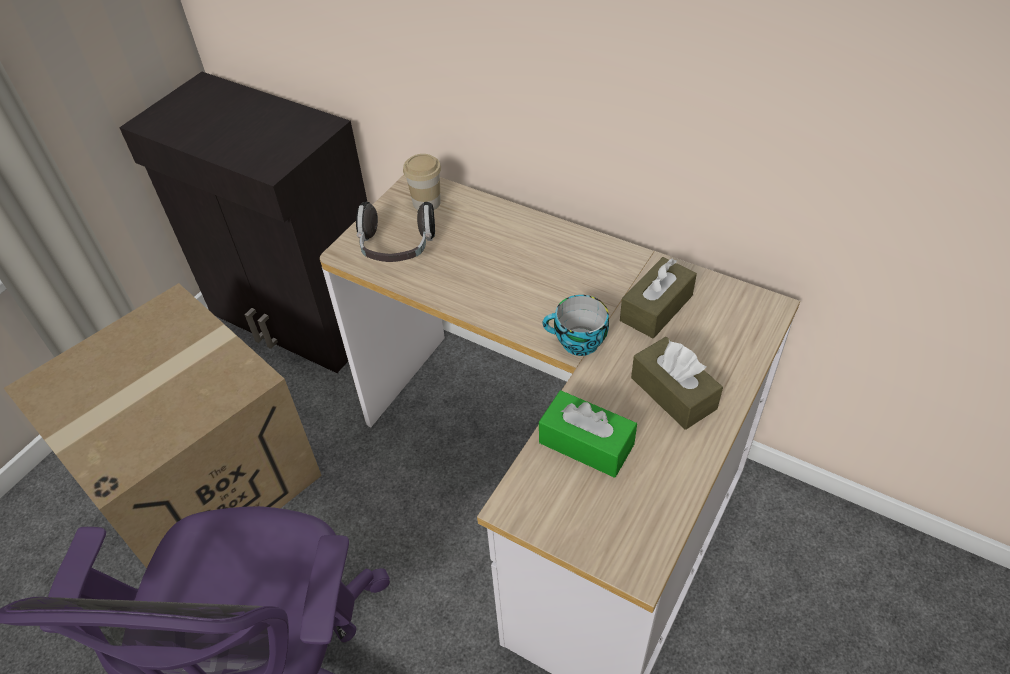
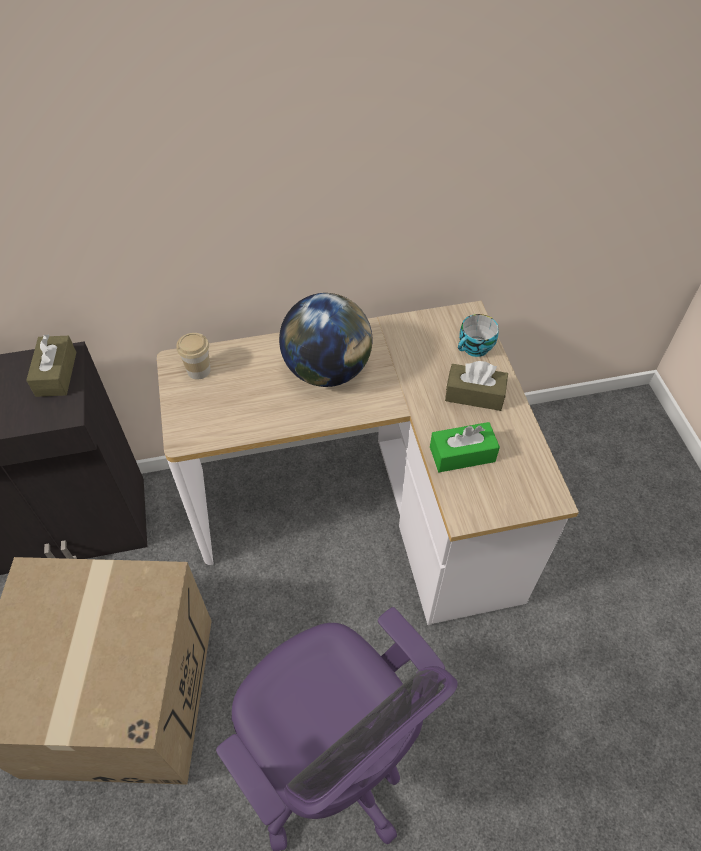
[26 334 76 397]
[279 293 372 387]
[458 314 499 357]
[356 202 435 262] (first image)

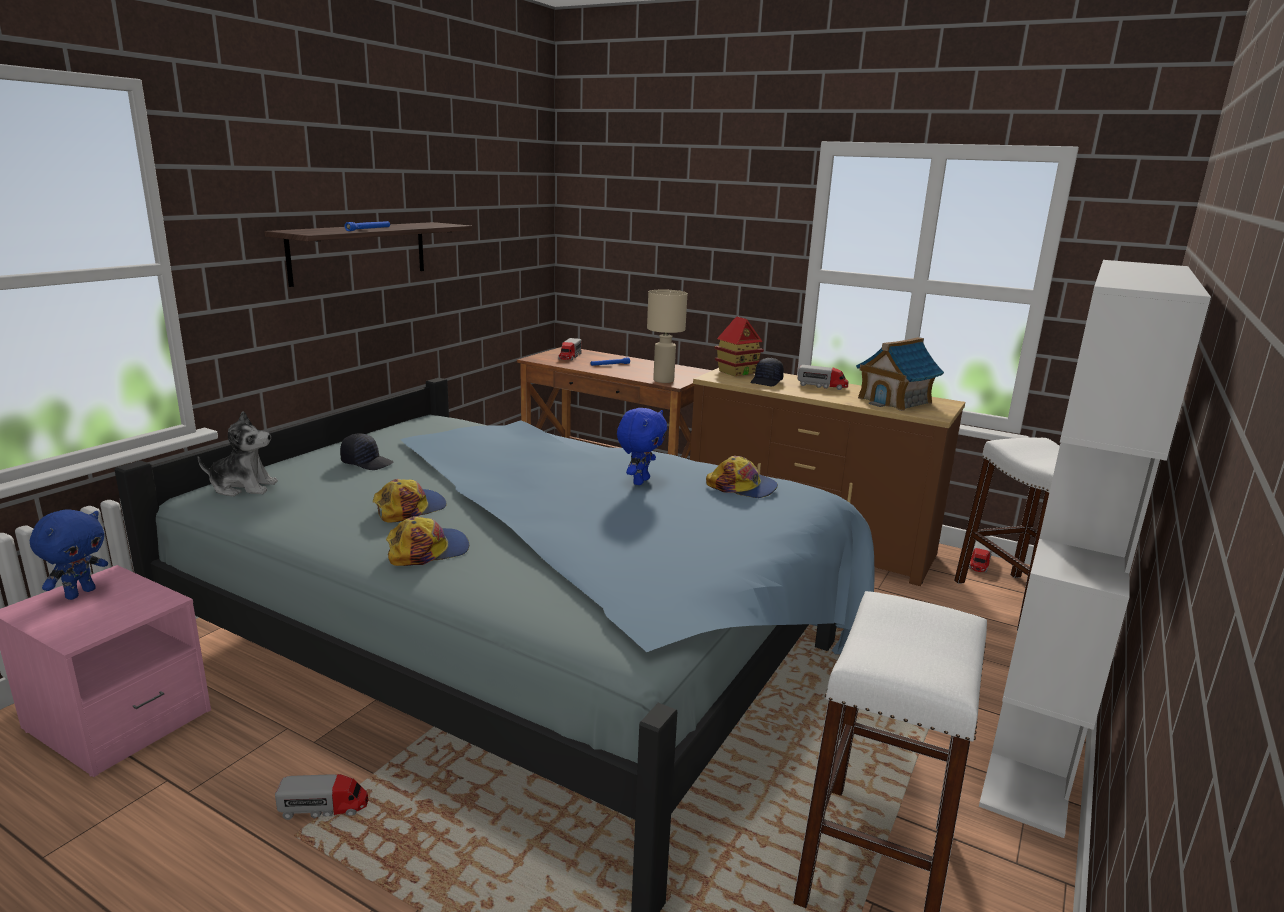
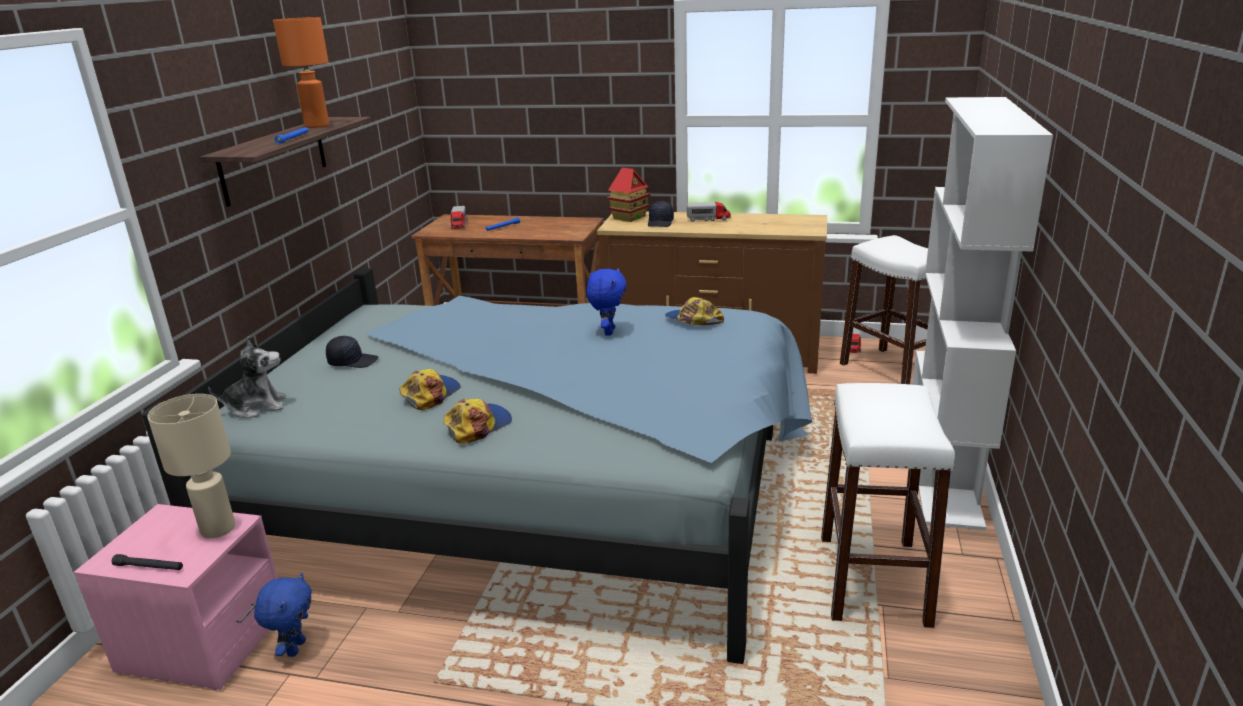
[112 554 183 570]
[147 394 235 538]
[254 573 312 657]
[273 17 329 128]
[665 297 724 325]
[275 774 368 820] (first image)
[856 337 944 411] (first image)

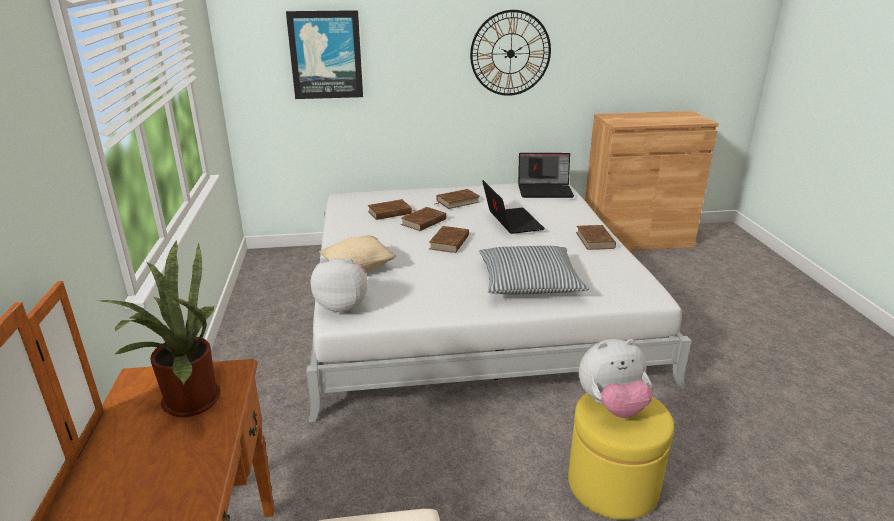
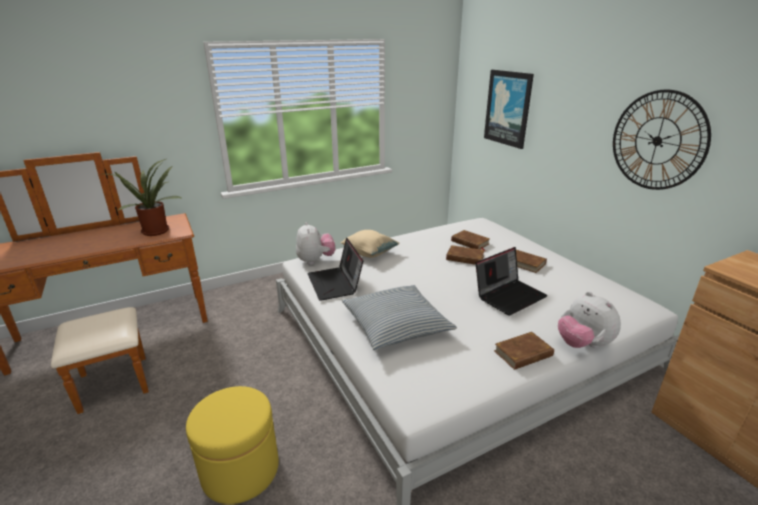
[307 238 363 301]
[558 292 621 348]
[429 226 469 253] (first image)

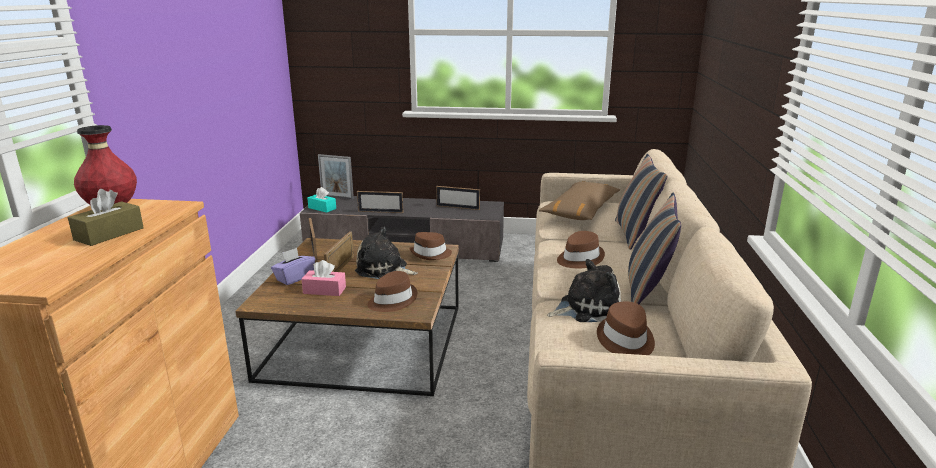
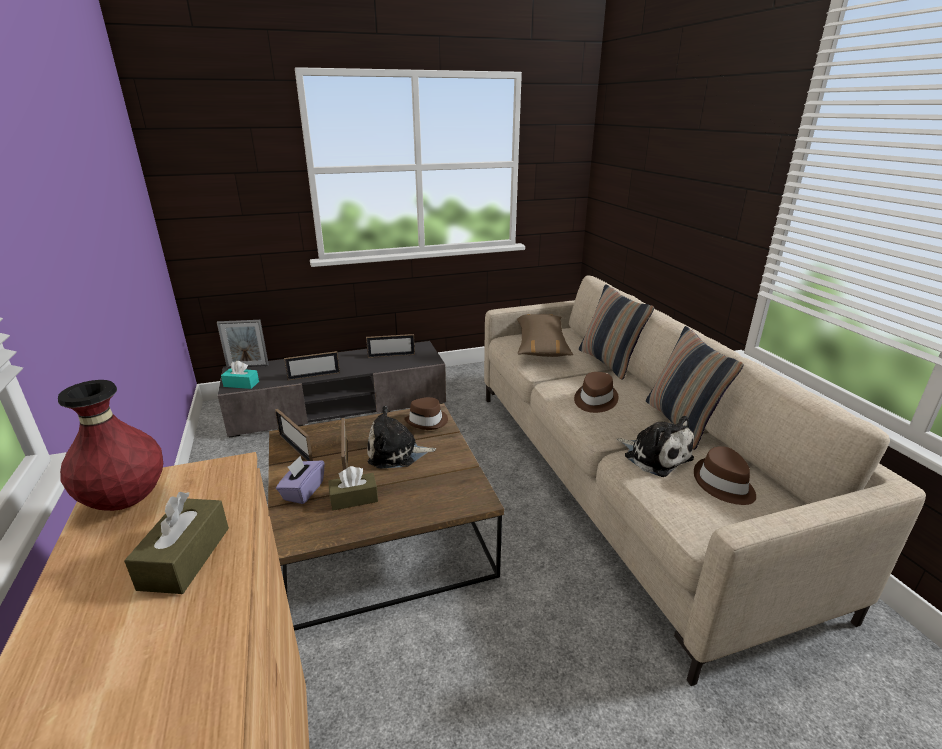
[328 466 378 511]
[616 416 694 477]
[368 271 417 312] (first image)

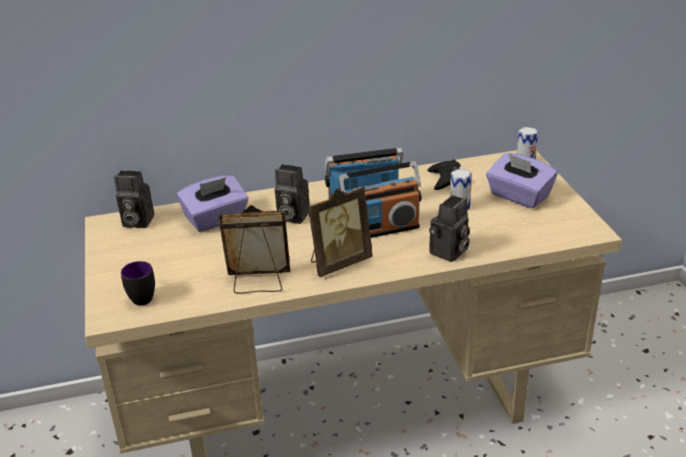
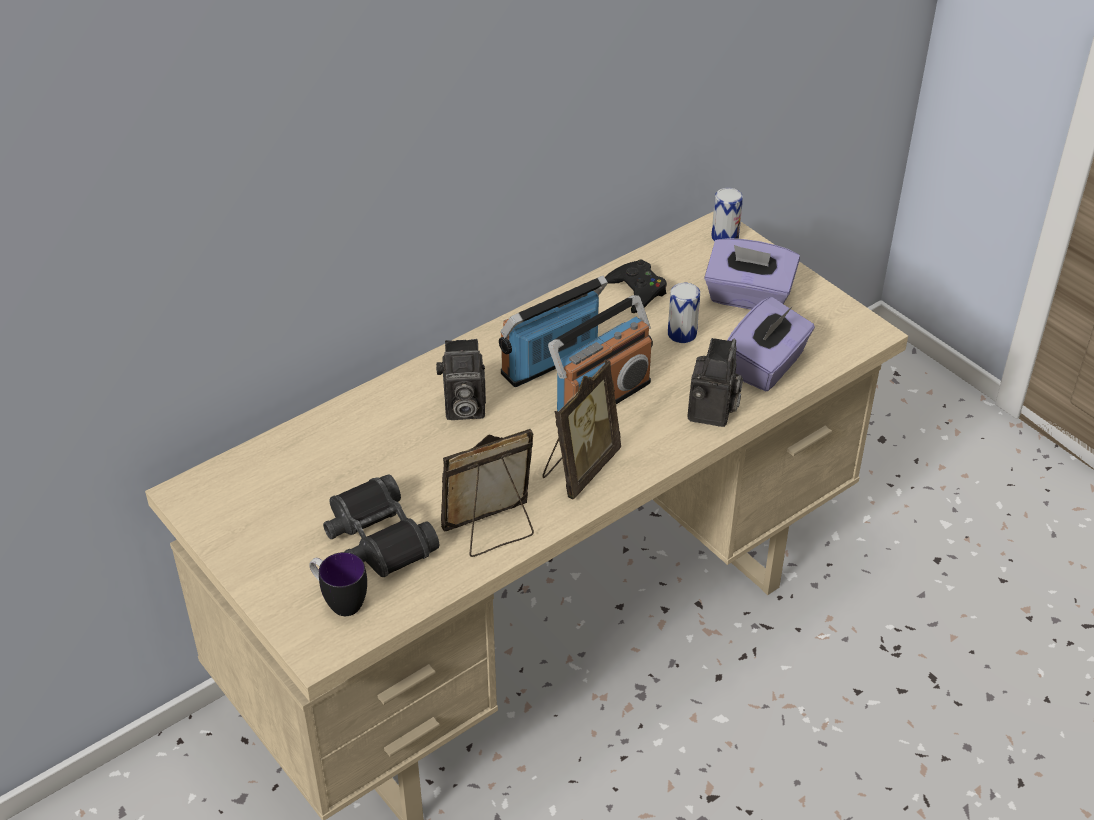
[323 474 439 577]
[727 297 815 391]
[114 171 154 228] (first image)

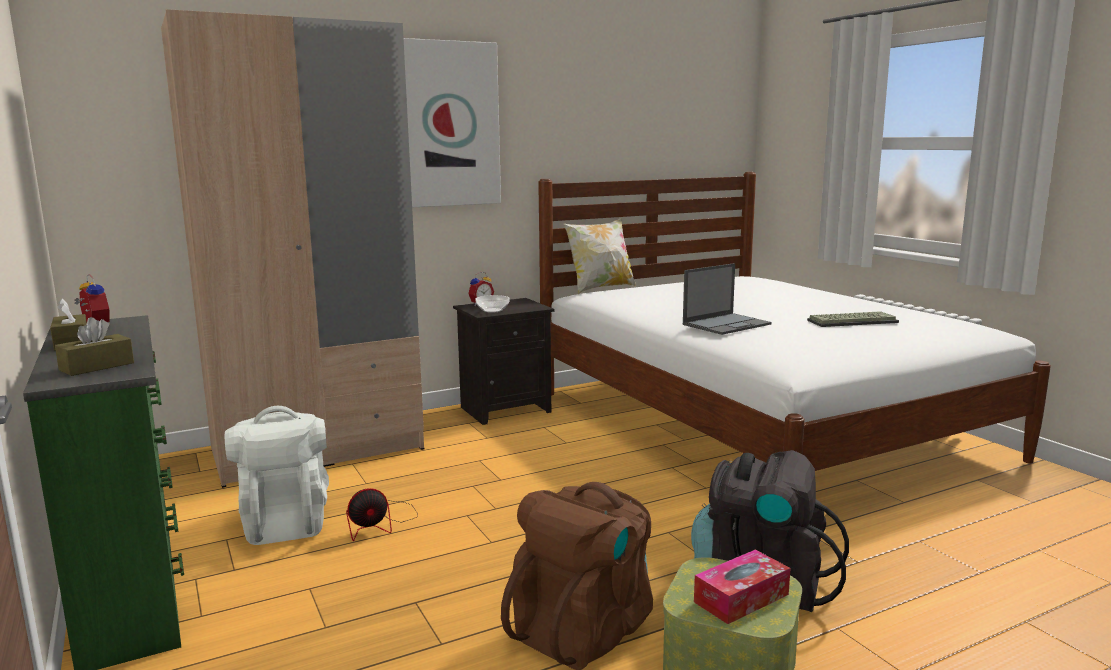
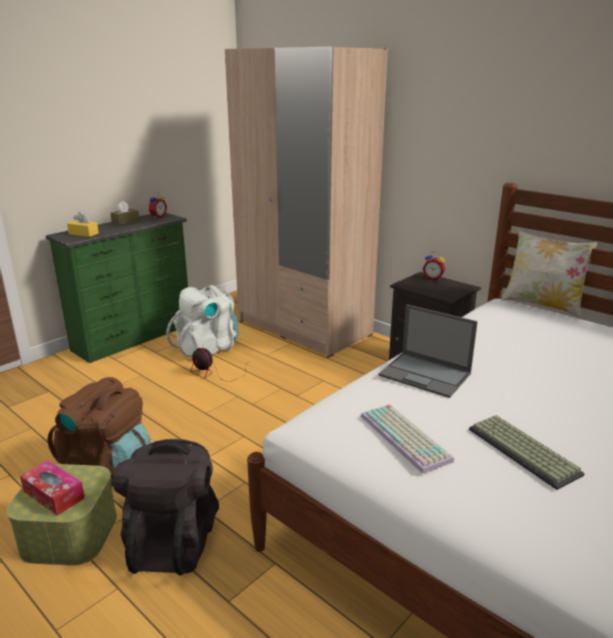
[67 212 99 237]
[361 404 454 474]
[404 38 501 207] (first image)
[475 295 510 313] (first image)

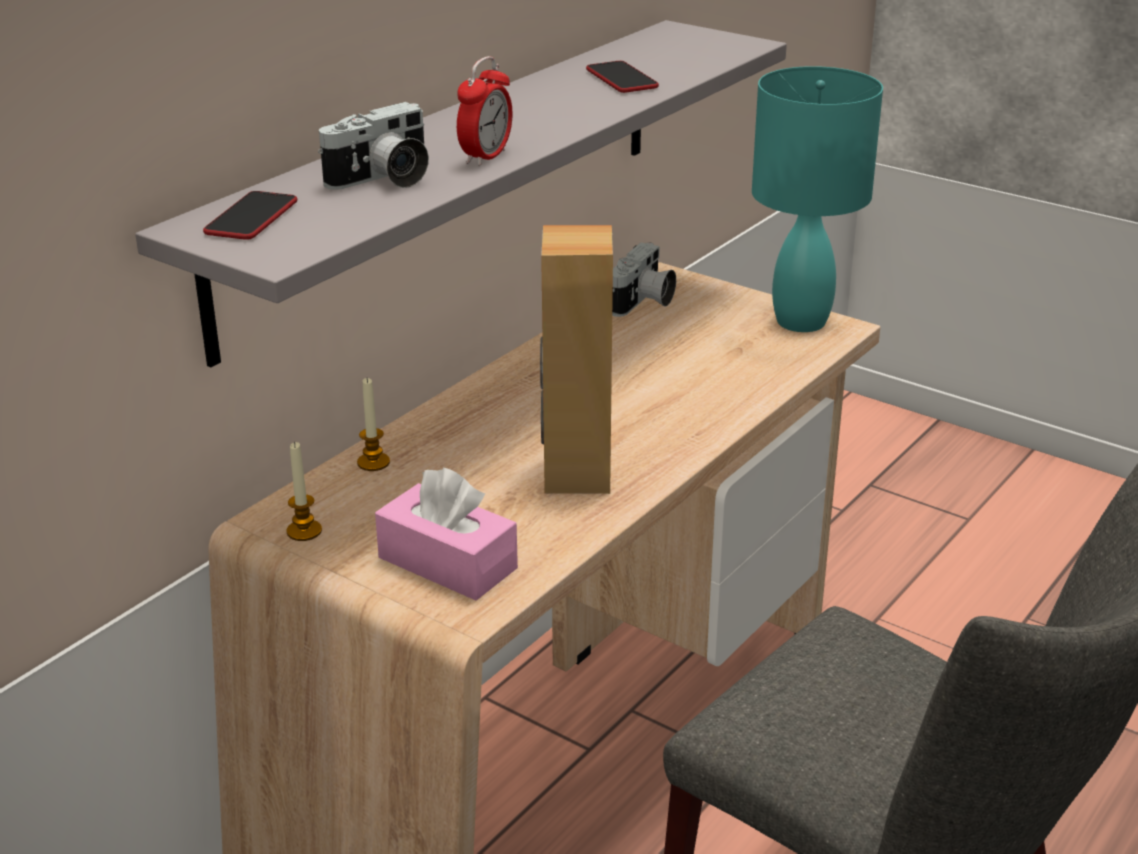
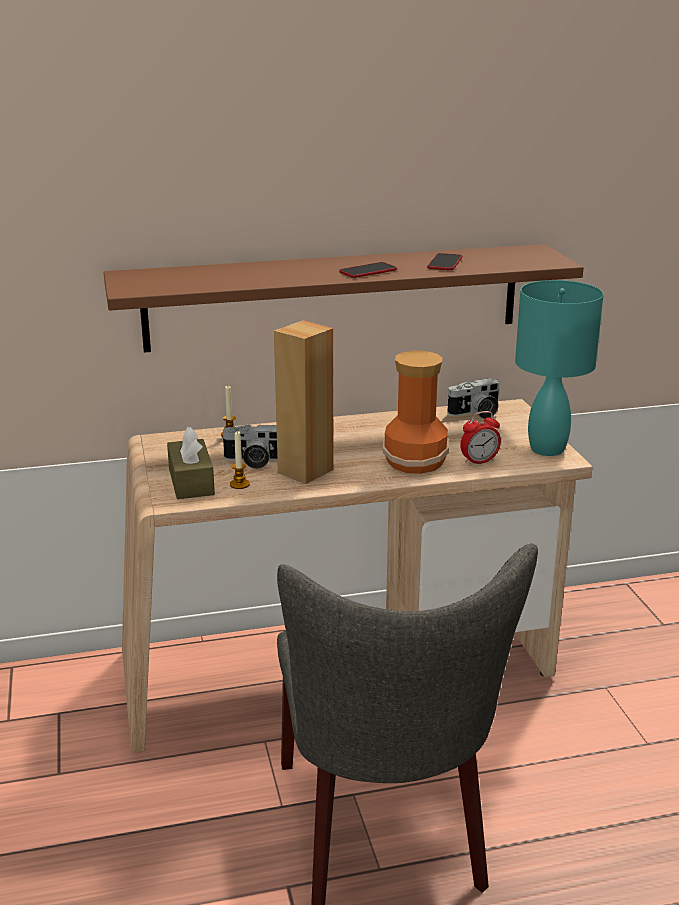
[104 244 584 353]
[167 427 215 499]
[221 425 277 469]
[230 431 250 489]
[339 262 397 278]
[383 351 449 474]
[460 411 501 466]

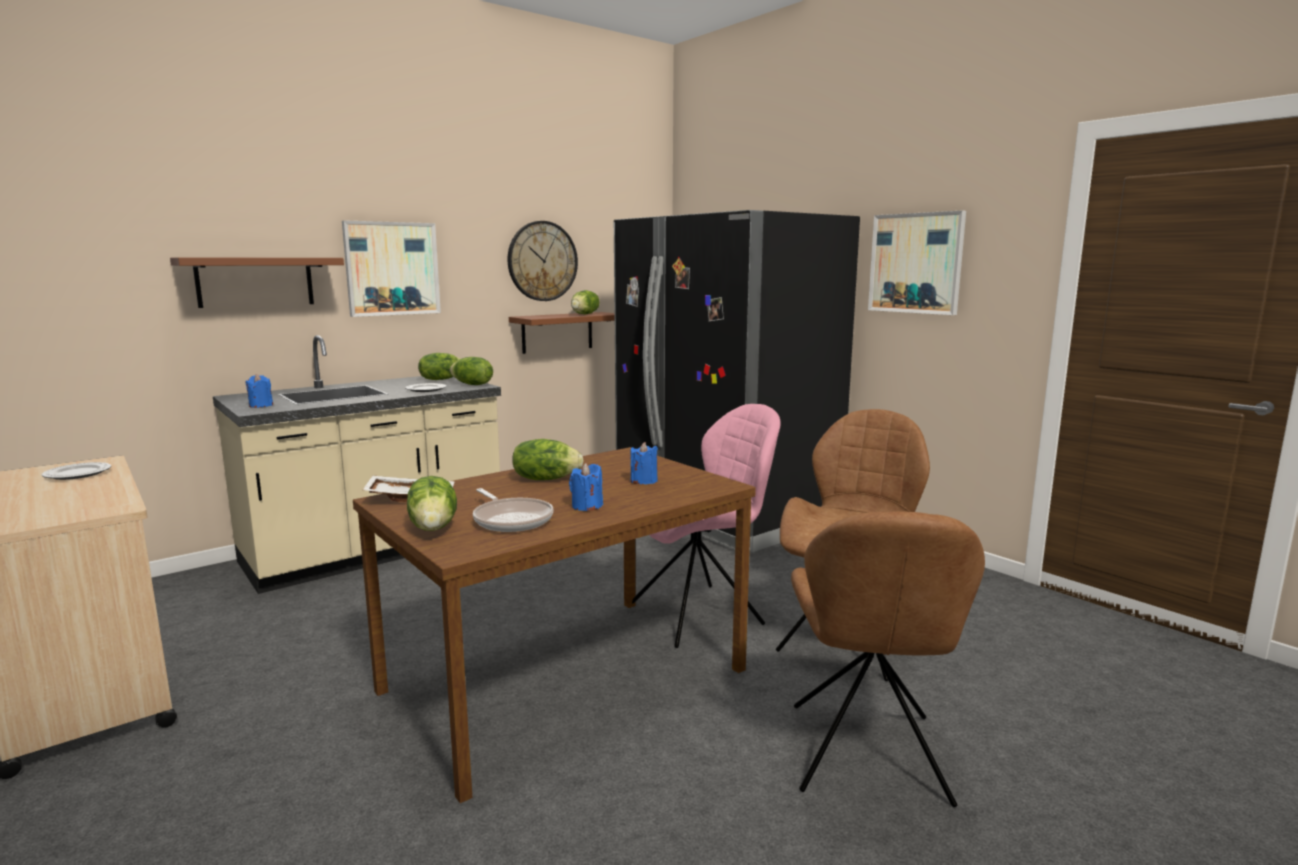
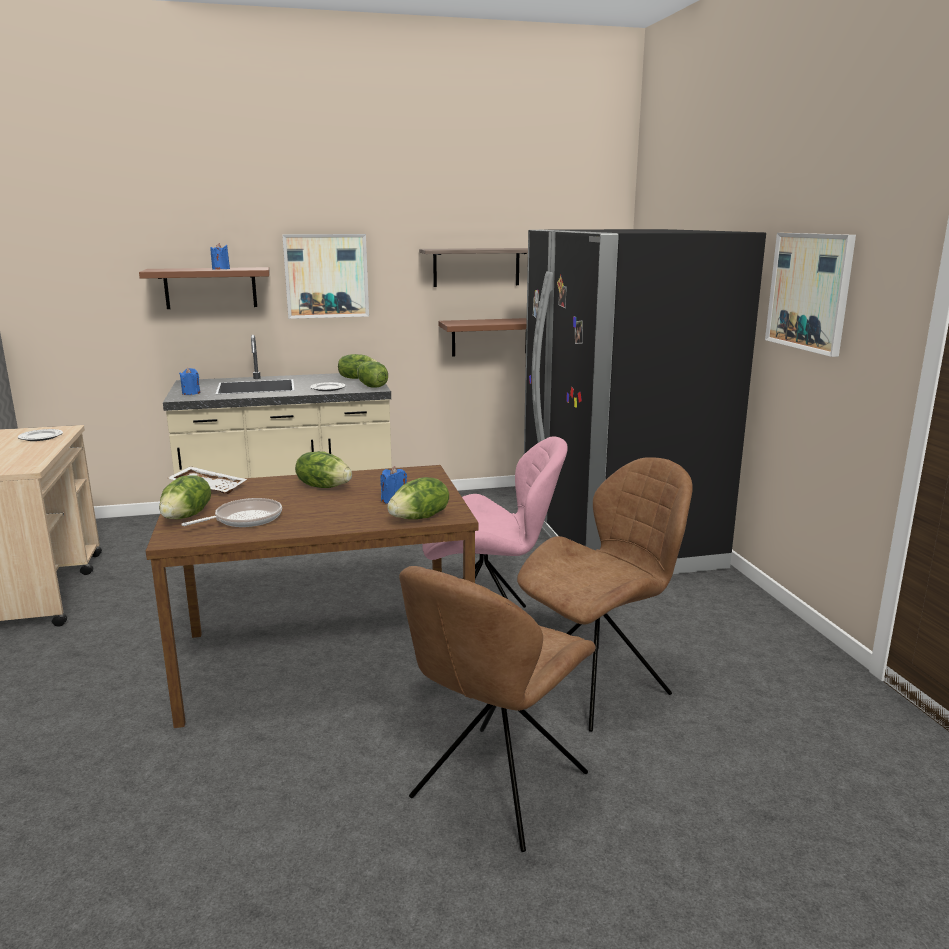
[181 498 282 527]
[210 243 230 269]
[387 477 449 519]
[419 248 528 287]

